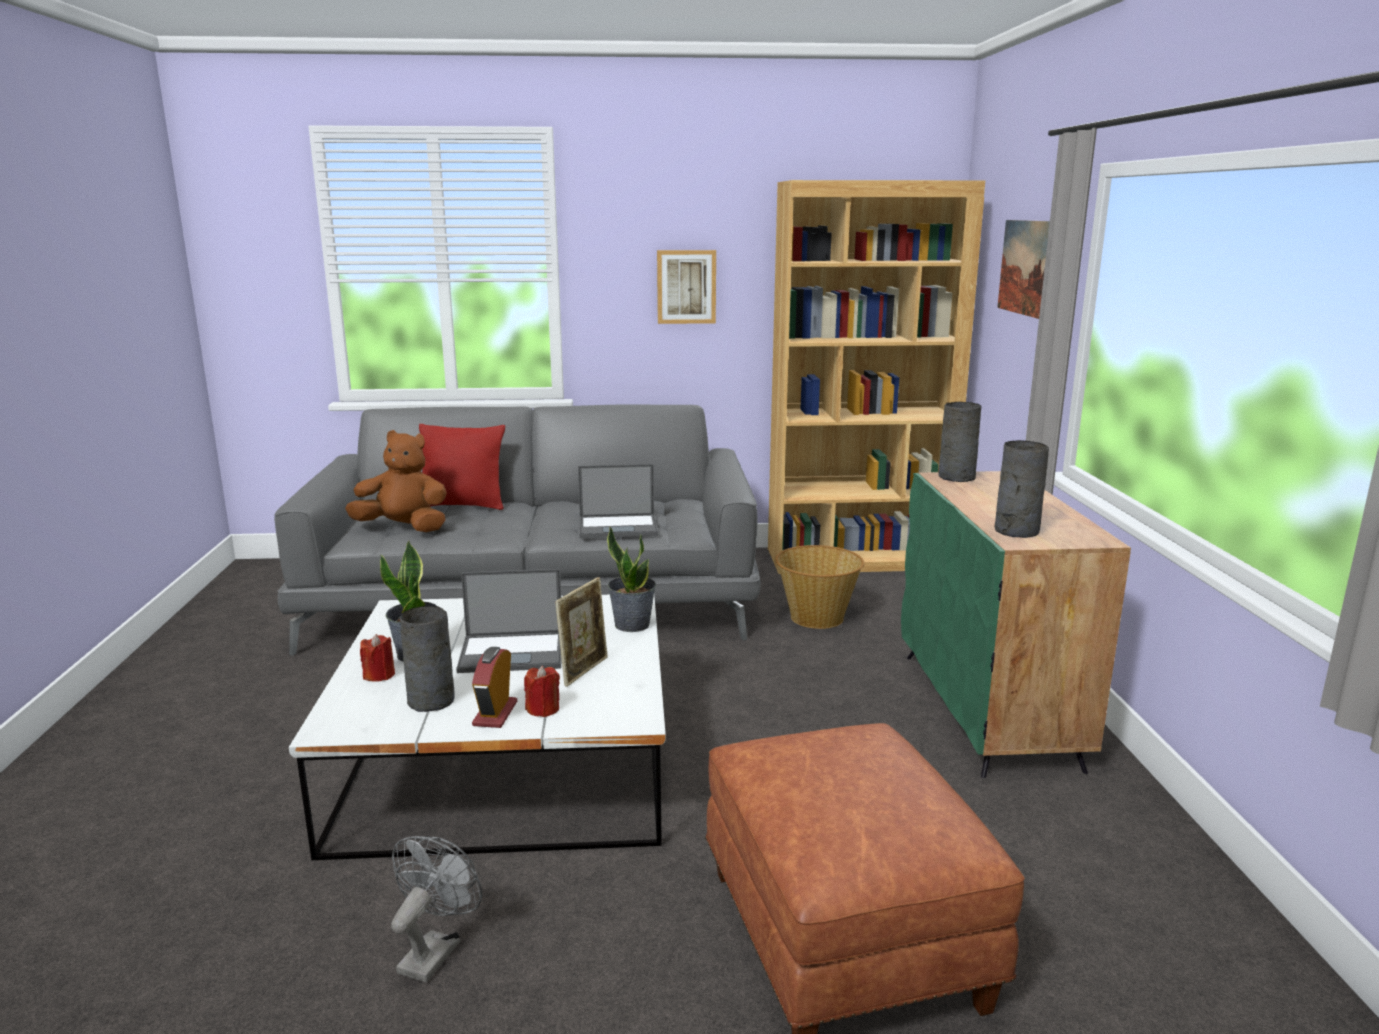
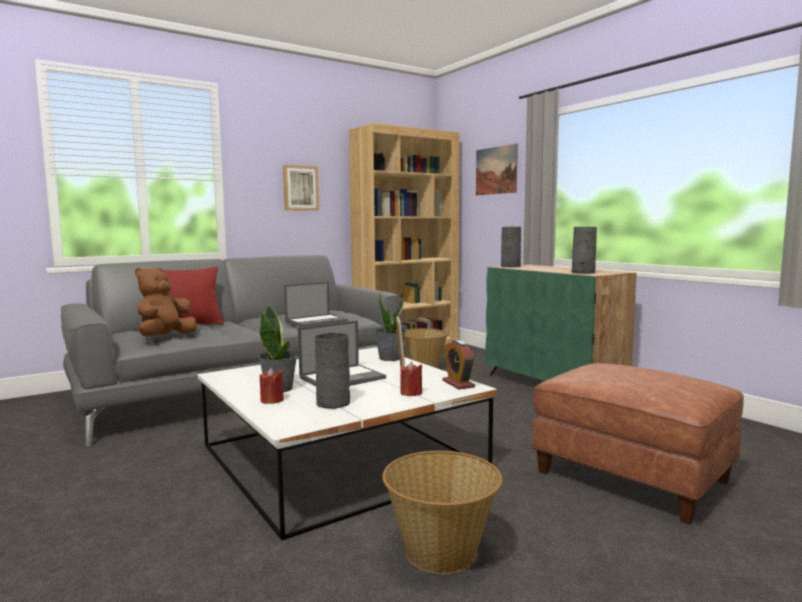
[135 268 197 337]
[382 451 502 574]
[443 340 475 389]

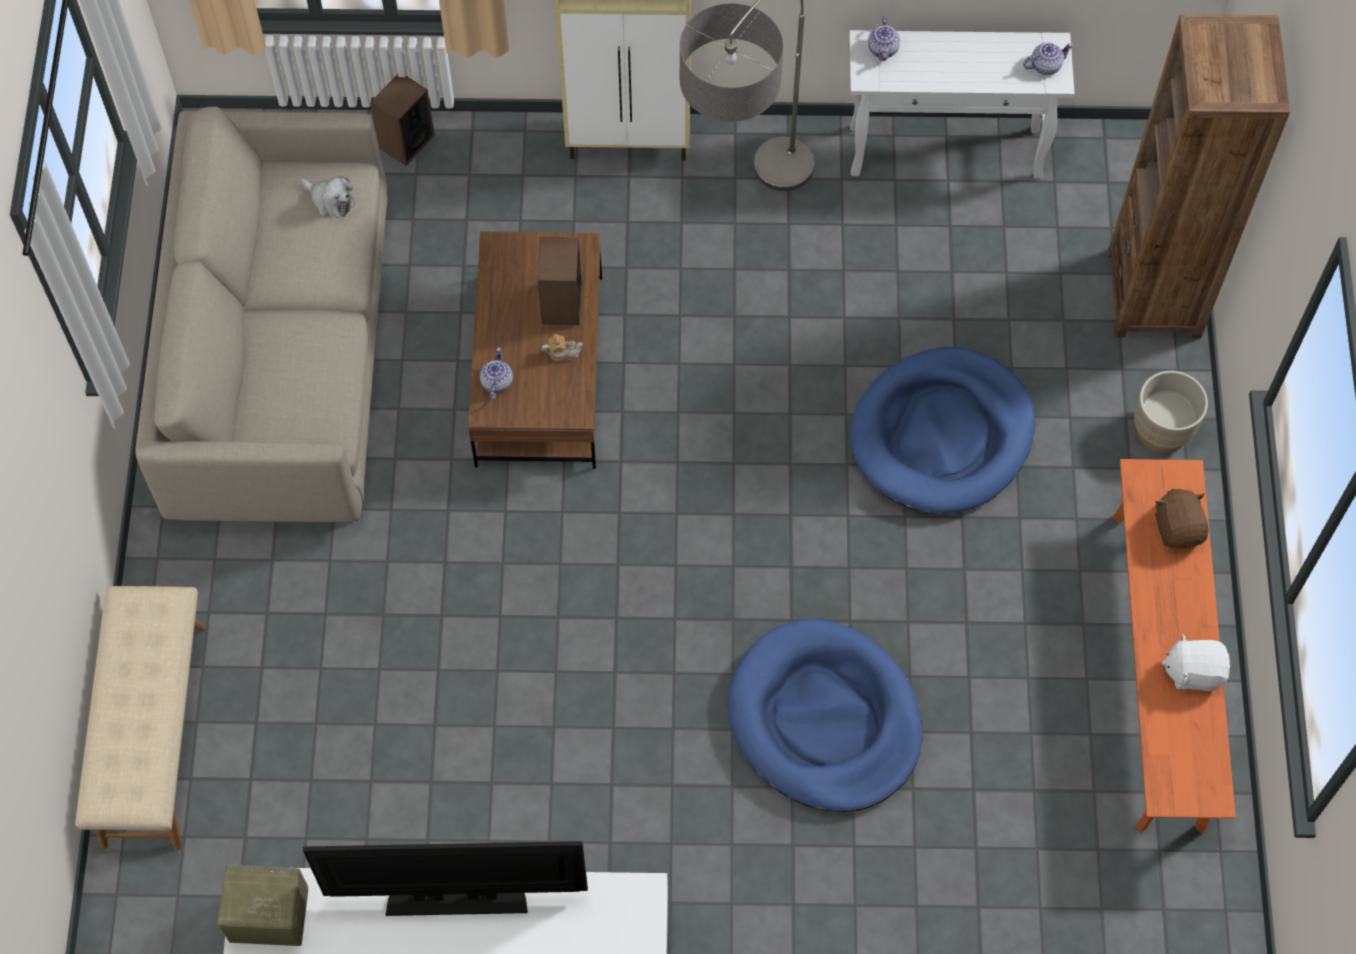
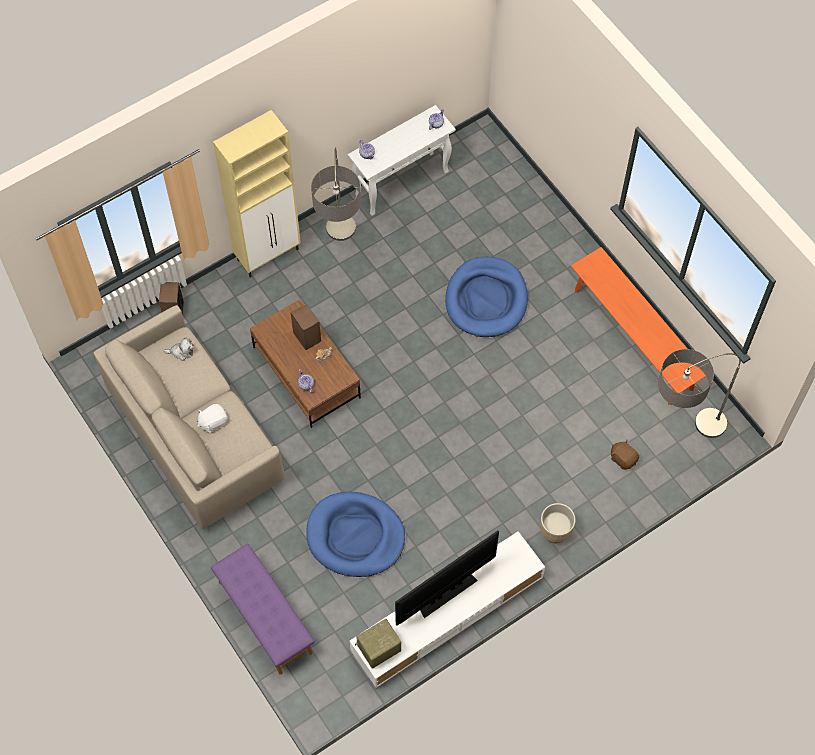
[197 404 227 433]
[211 544 314 675]
[306 491 405 577]
[540 503 575 543]
[611 440 639 470]
[658 349 741 438]
[1109 14 1290 338] (first image)

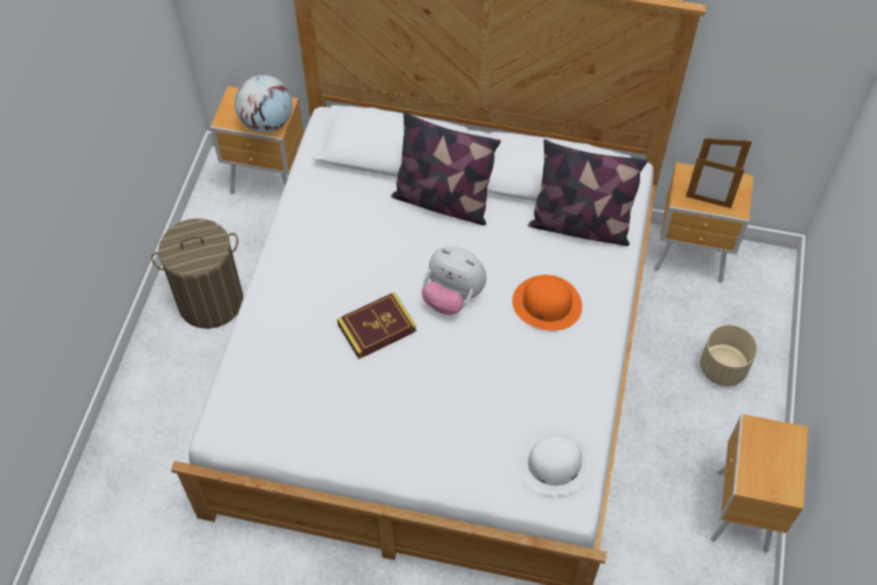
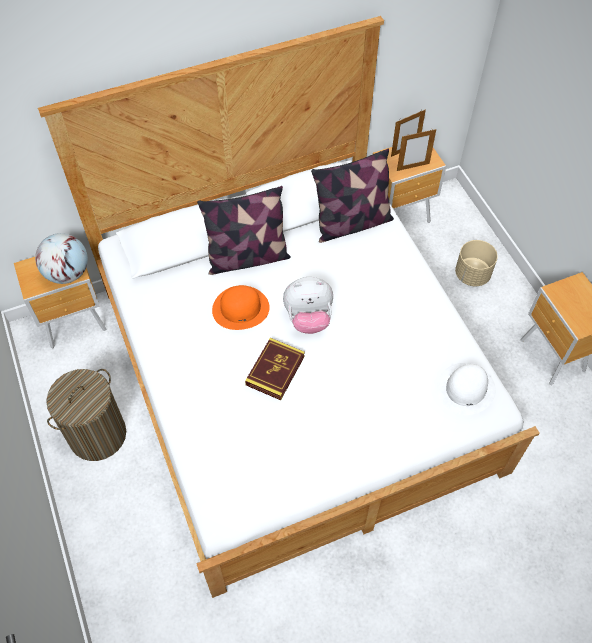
[212 285 270 330]

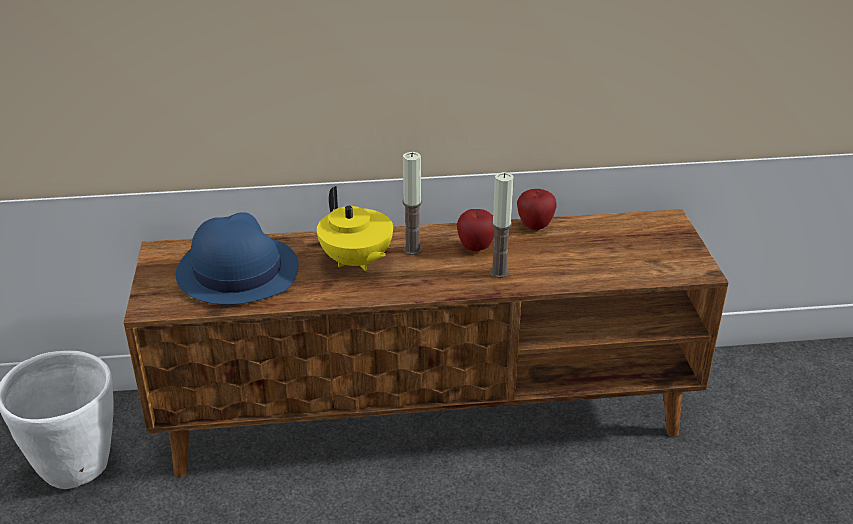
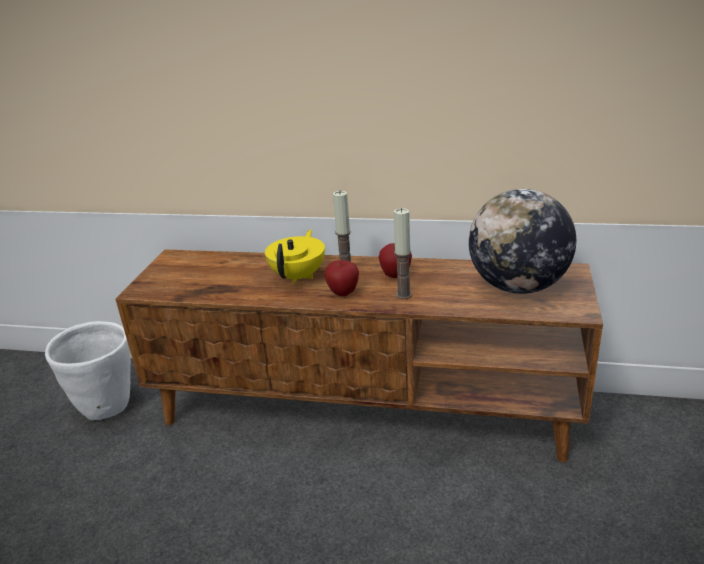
[265 230 325 284]
[324 260 359 296]
[469 189 576 294]
[175 212 299 305] (first image)

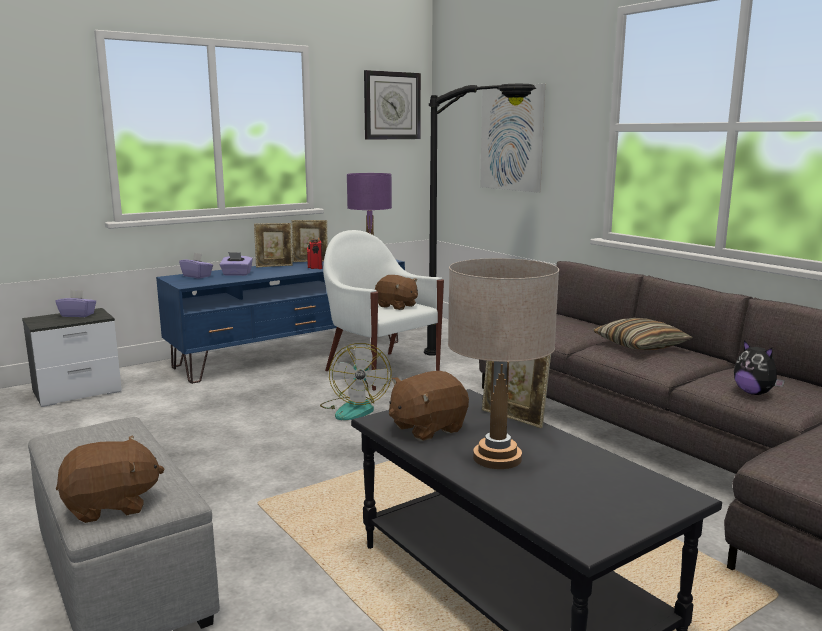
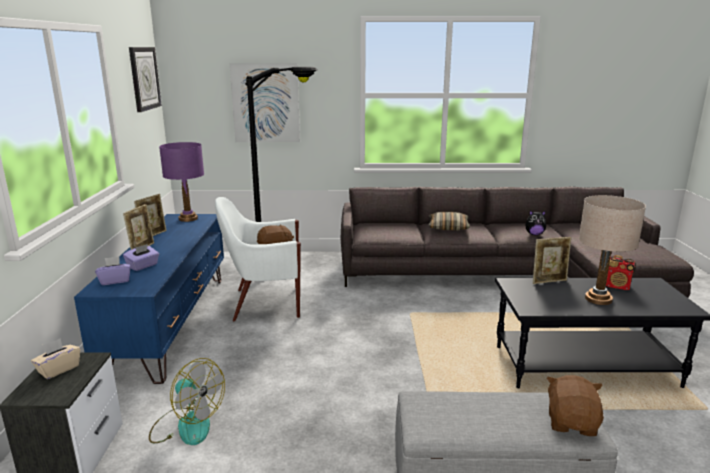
[31 338 80 379]
[149 358 225 445]
[606 255 636 290]
[389 371 469 441] (first image)

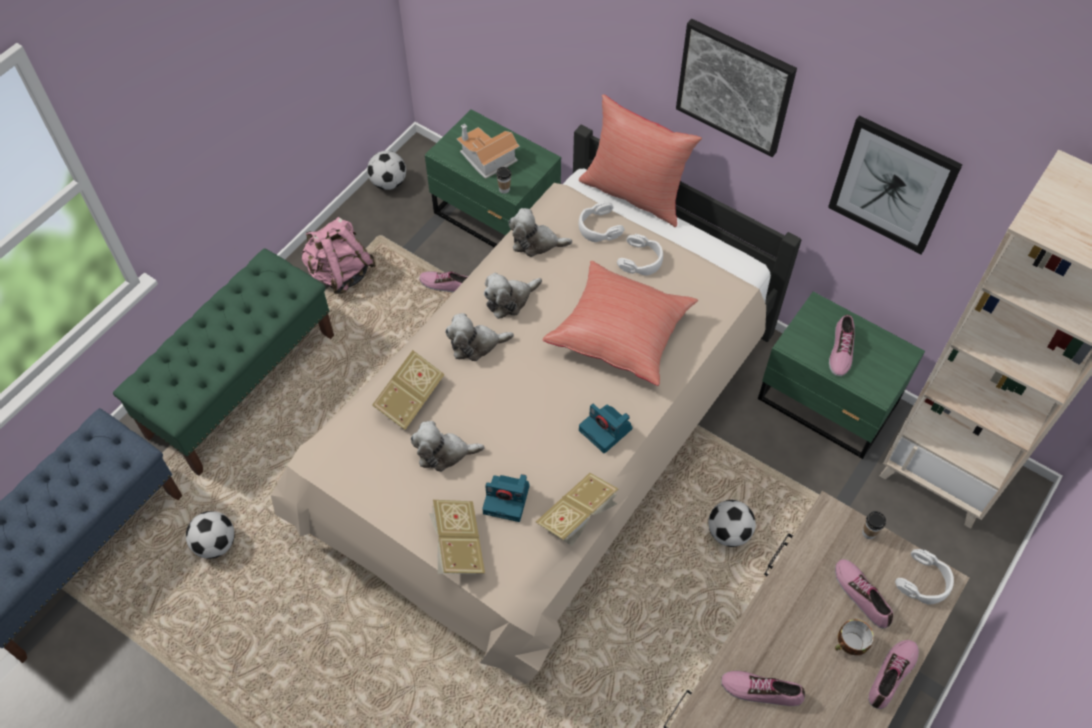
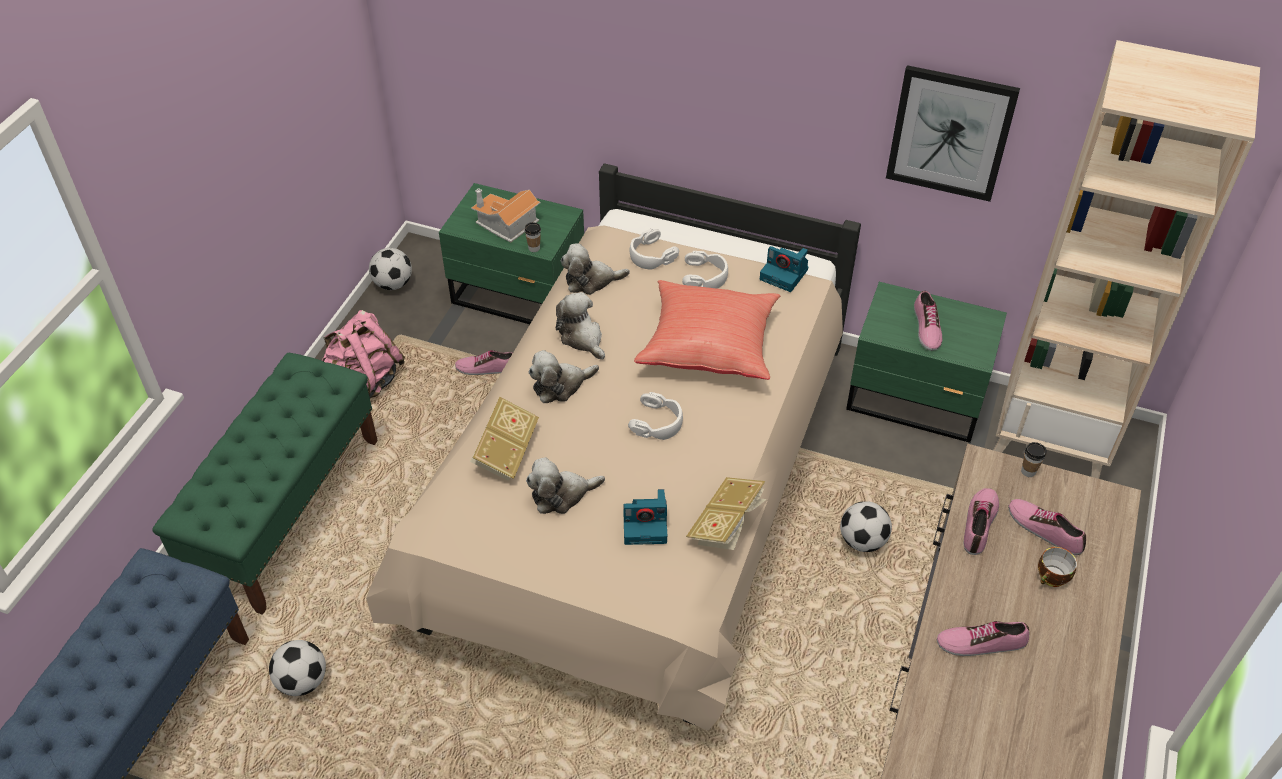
[556 292 605 360]
[628 392 683 440]
[760 246 809 292]
[964 488 999 555]
[429 500 485 574] (first image)
[579 94 702 227] (first image)
[676 19 797 157] (first image)

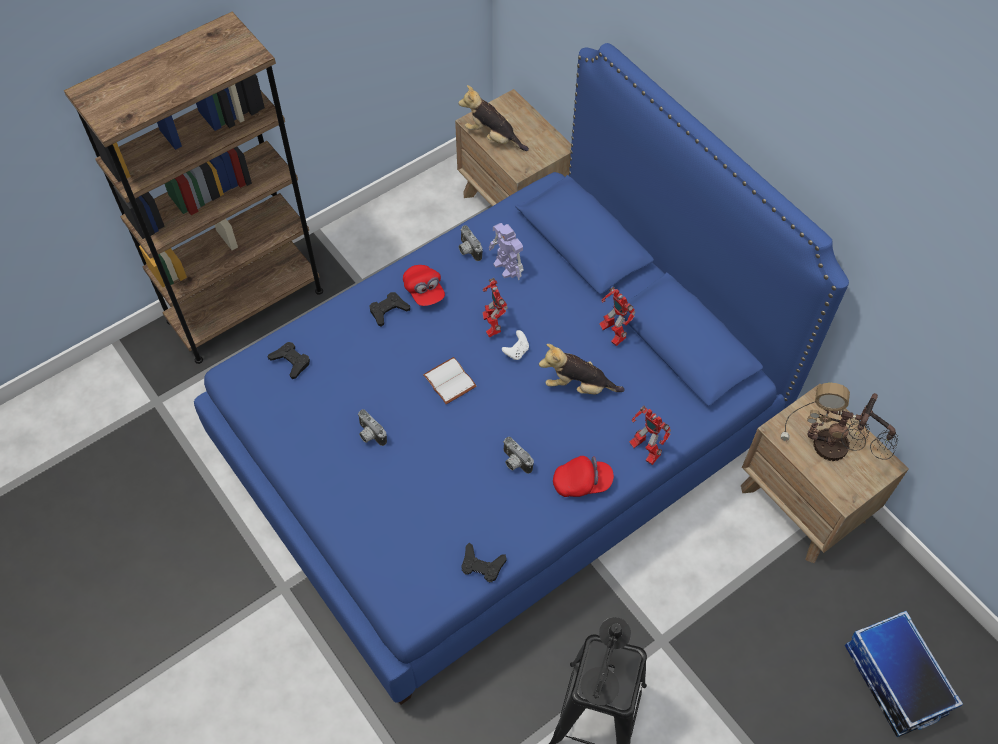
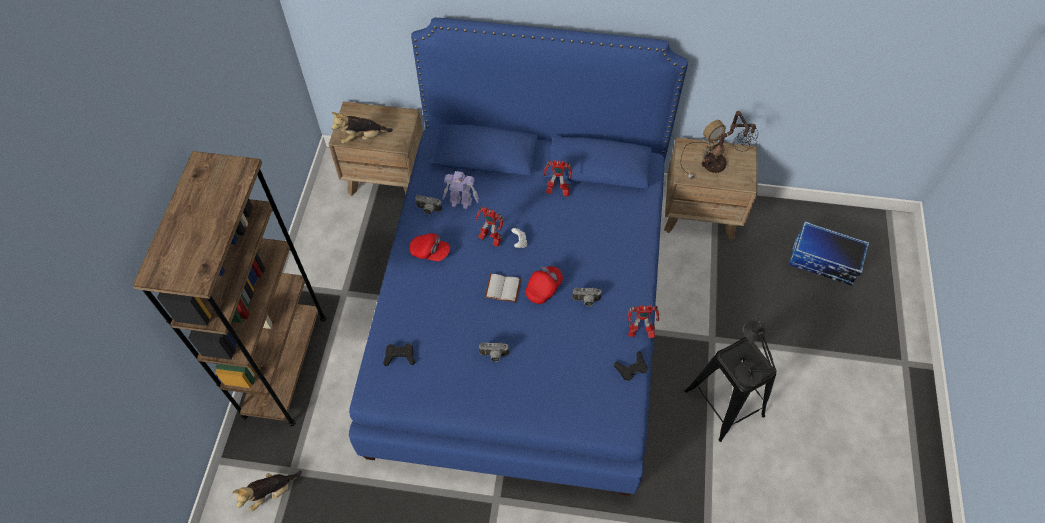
[232 471 302 511]
[525 266 563 304]
[628 305 659 338]
[369 292 410 327] (first image)

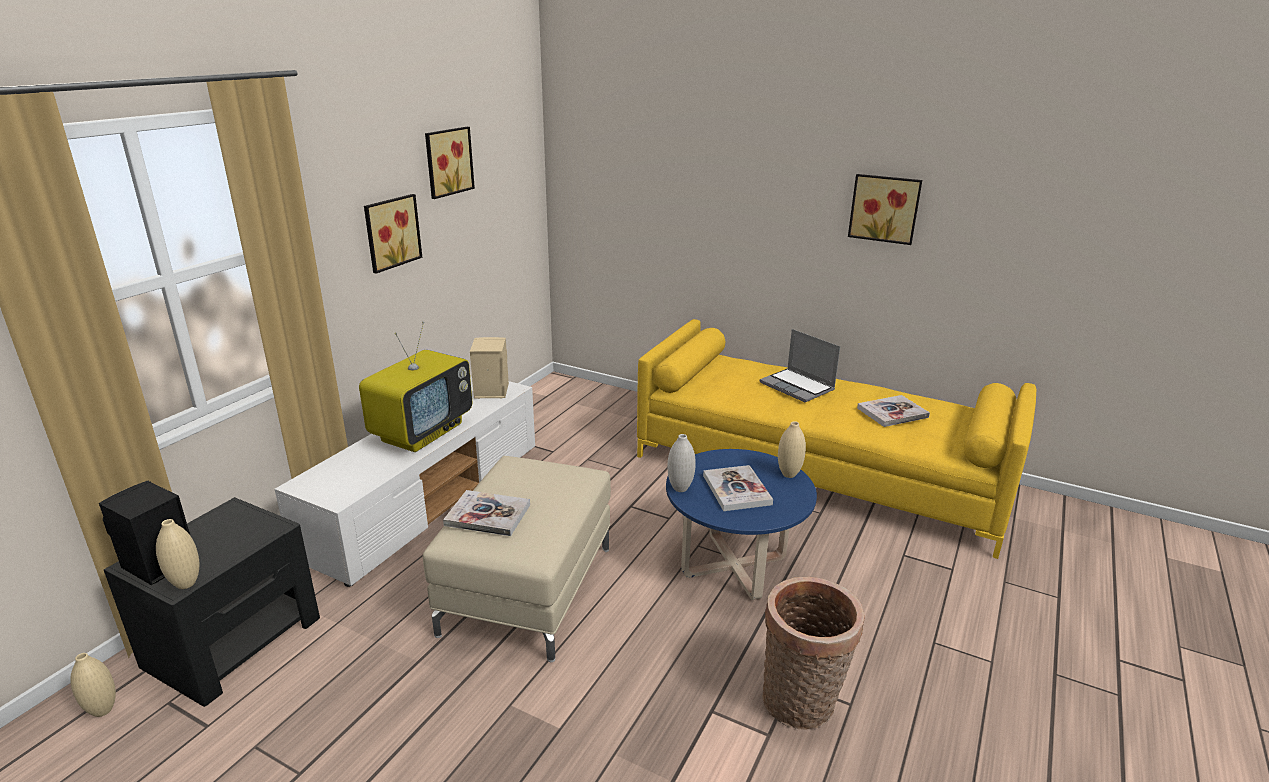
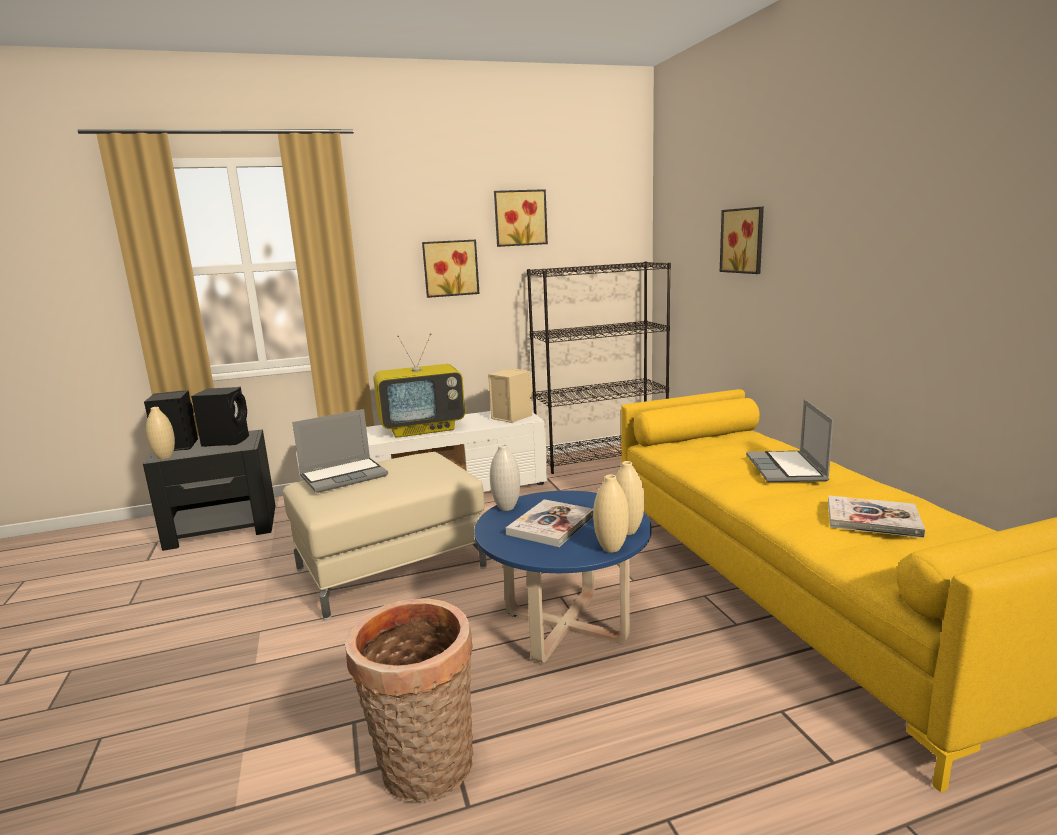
[191 387 249 447]
[292 409 388 493]
[527 262 671 474]
[593 474 629 553]
[720 207 764 274]

